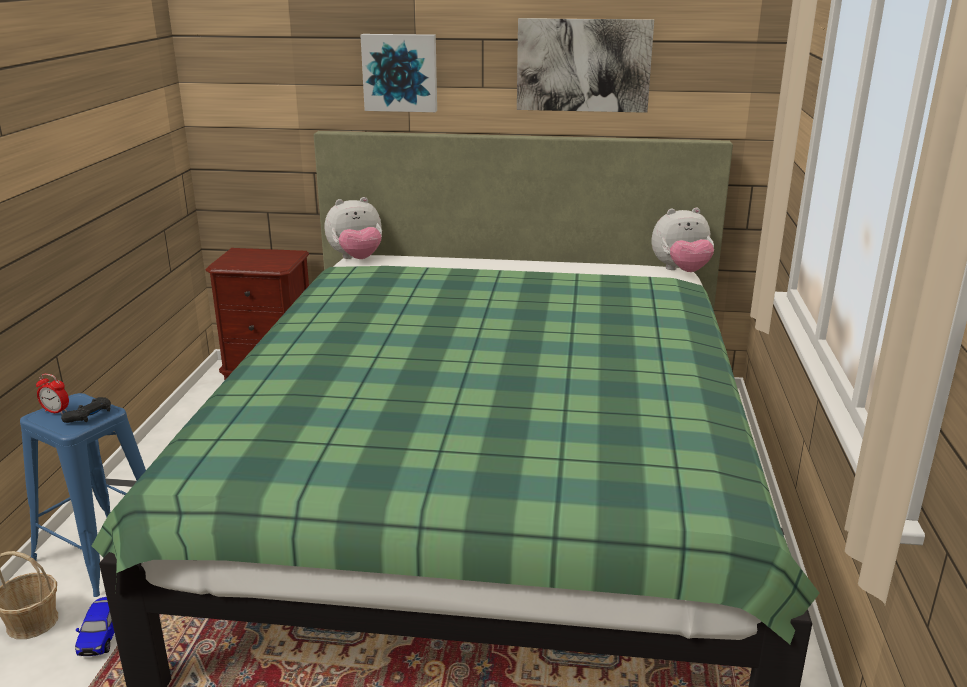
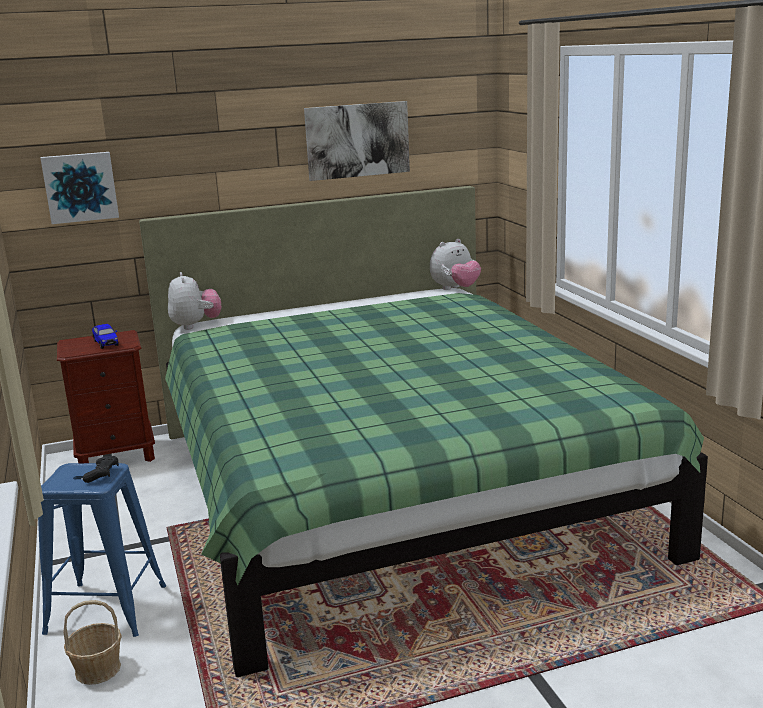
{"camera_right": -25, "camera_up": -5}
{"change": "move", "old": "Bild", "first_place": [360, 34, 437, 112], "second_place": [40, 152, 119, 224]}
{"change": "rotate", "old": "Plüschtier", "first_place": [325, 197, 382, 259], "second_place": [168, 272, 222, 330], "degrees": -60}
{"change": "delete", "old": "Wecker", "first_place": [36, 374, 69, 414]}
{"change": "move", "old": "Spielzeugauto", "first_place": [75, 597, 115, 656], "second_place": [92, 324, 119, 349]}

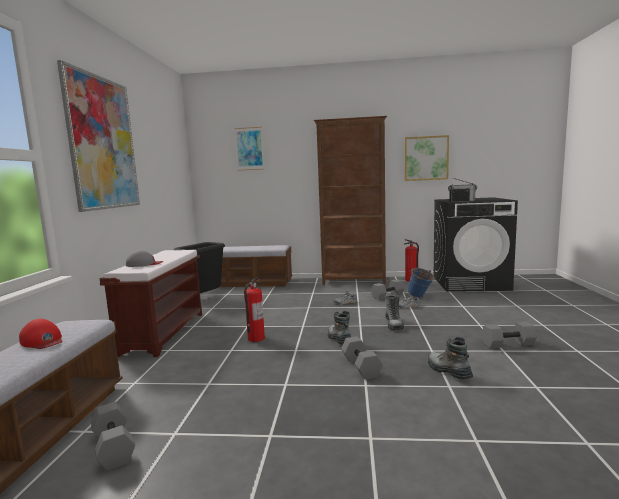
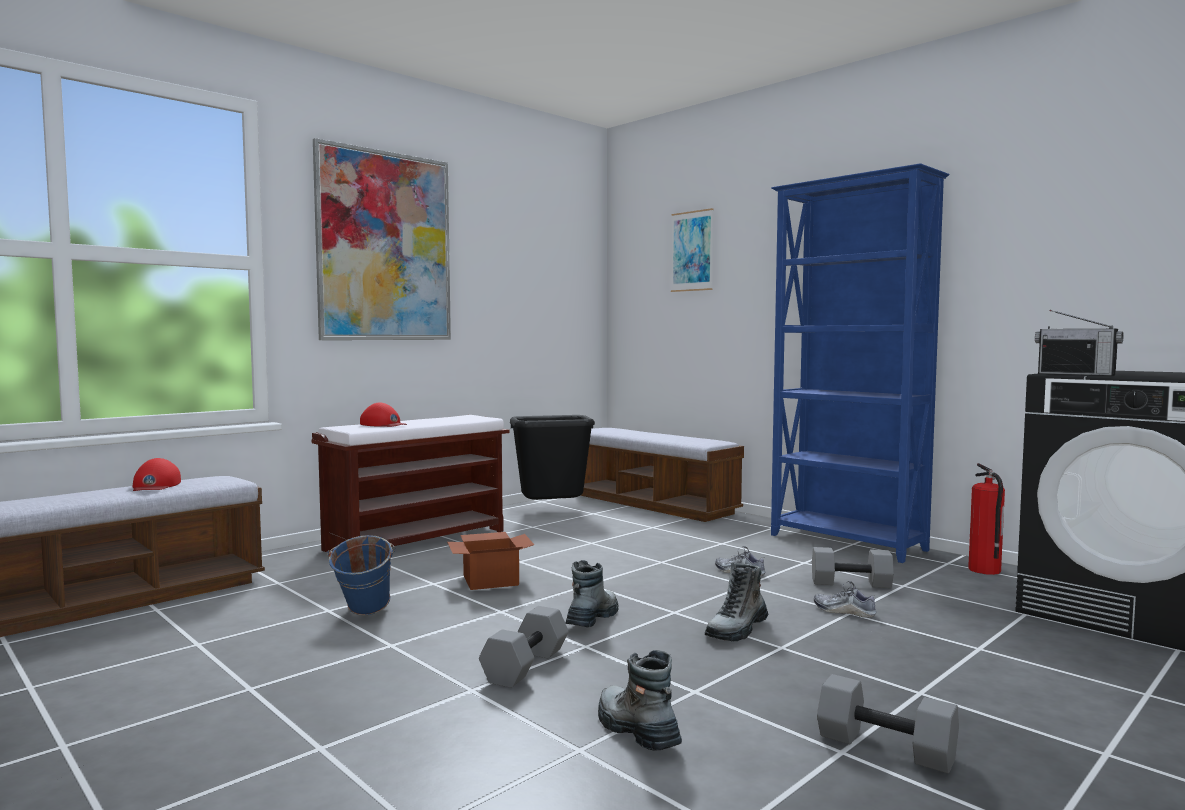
{"camera_right": 40, "camera_up": -5}
{"change": "recolor", "old": "Bücherregal/braun", "new": "Bücherregal/blau", "first_place": [314, 116, 387, 285], "second_place": [771, 163, 950, 563]}
{"change": "delete", "old": "Bild", "first_place": [404, 135, 449, 181]}
{"change": "recolor", "old": "Kappe/grau", "new": "Kappe/rot", "first_place": [126, 250, 163, 267], "second_place": [360, 403, 407, 427]}
{"change": "move", "old": "Eimer/blau", "first_place": [407, 268, 435, 298], "second_place": [327, 535, 395, 616]}
{"change": "replace", "old": "Feuerlöscher", "new": "Karton", "first_place": [244, 276, 265, 342], "second_place": [447, 532, 534, 590]}
{"change": "rotate", "old": "Stiefel", "first_place": [428, 337, 473, 380], "second_place": [598, 650, 682, 751], "degrees": -45}
{"change": "delete", "old": "Hantel/grau", "first_place": [91, 402, 135, 471]}

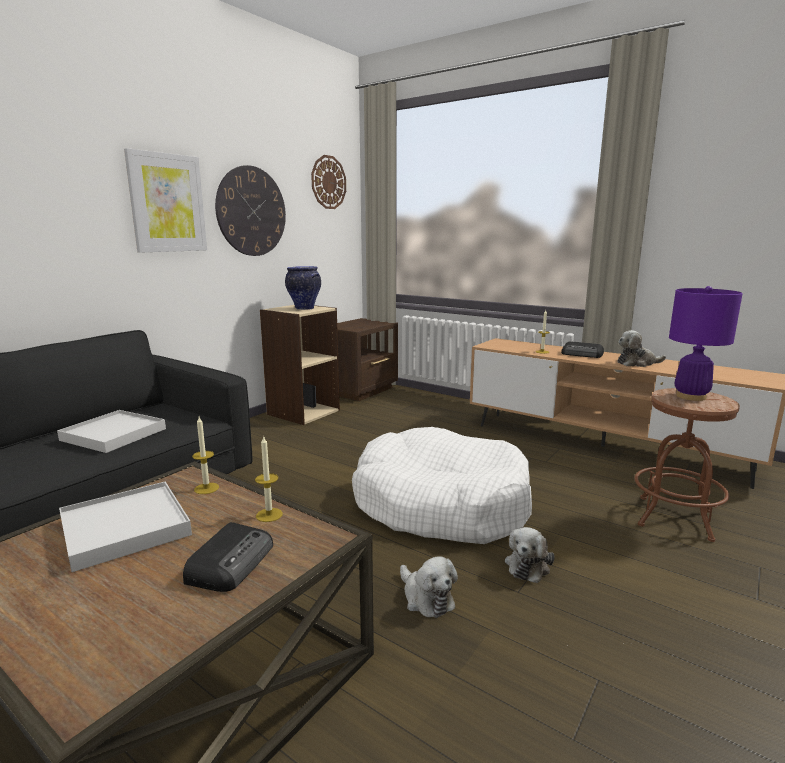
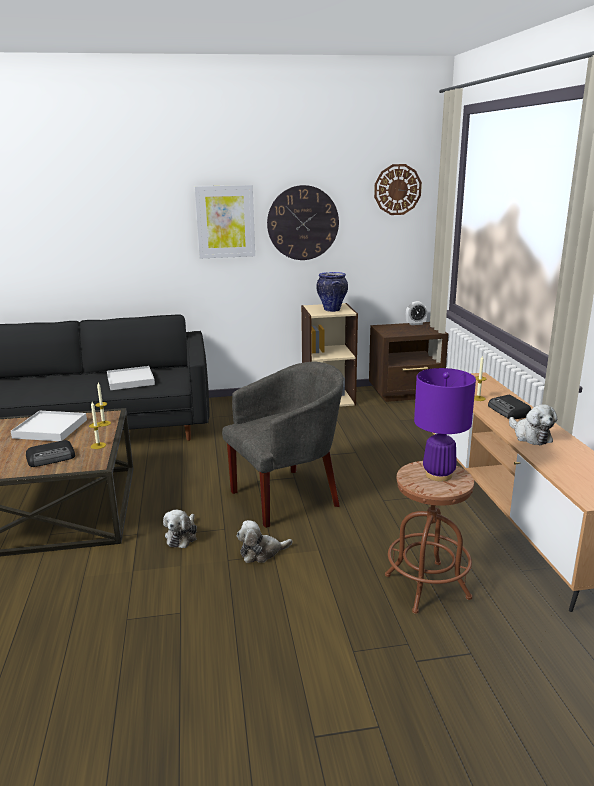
{"camera_right": 45, "camera_up": 5}
{"change": "rotate", "old": "Plüschtier", "first_place": [618, 330, 666, 367], "second_place": [509, 404, 557, 445], "degrees": -150}
{"change": "replace", "old": "Hundebett/weiß", "new": "Sessel/grau", "first_place": [352, 427, 532, 544], "second_place": [222, 362, 344, 528]}
{"change": "insert", "new": "Wecker", "second_place": [406, 301, 427, 325]}

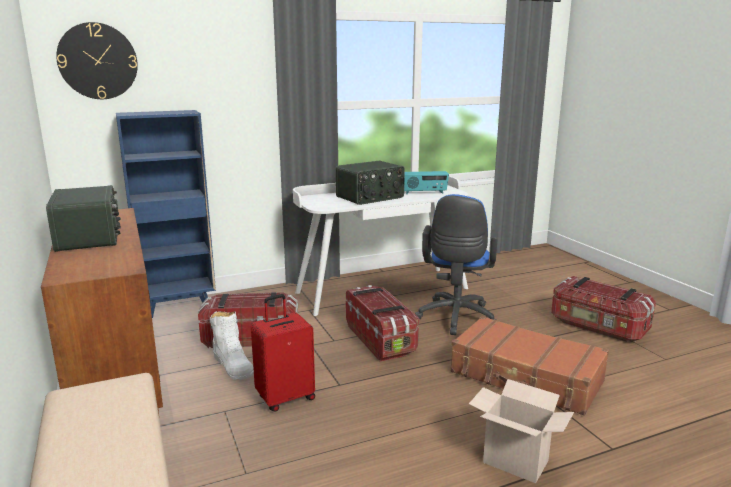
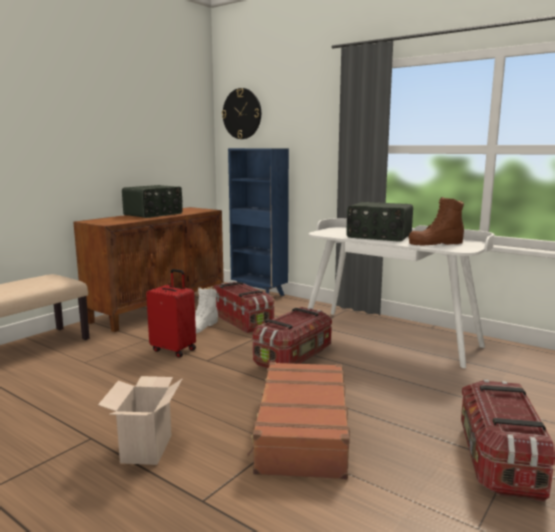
{"camera_right": 60, "camera_up": -5}
{"change": "replace", "old": "Radio", "new": "Stiefel/braun", "first_place": [404, 171, 449, 194], "second_place": [409, 197, 464, 246]}
{"change": "delete", "old": "Bürostuhl/blau", "first_place": [415, 194, 498, 335]}

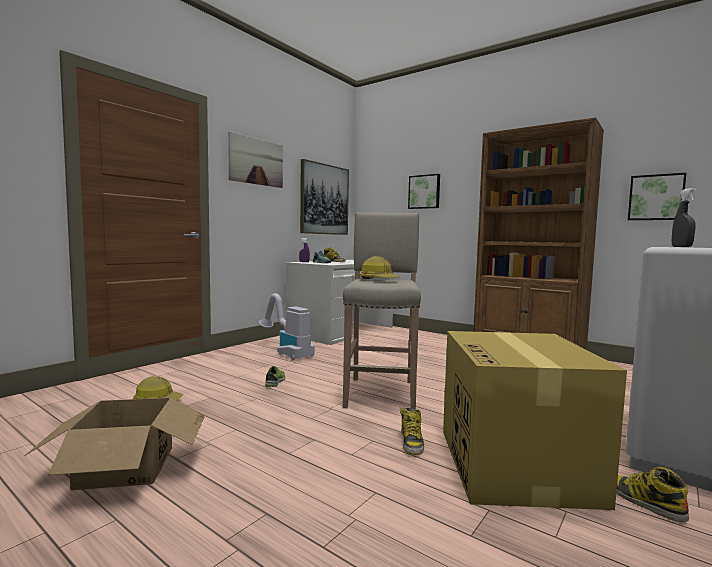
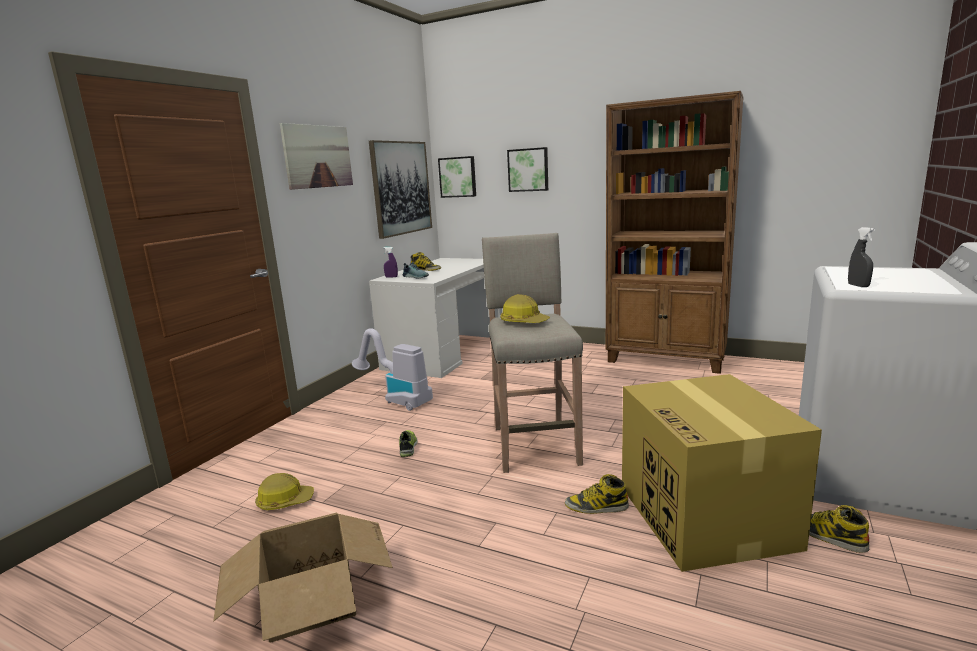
{"camera_right": -10, "camera_up": 10}
{"change": "move", "old": "Bild", "first_place": [628, 173, 687, 220], "second_place": [438, 156, 476, 198]}
{"change": "rotate", "old": "Stiefel", "first_place": [400, 408, 424, 455], "second_place": [565, 474, 629, 514], "degrees": 105}

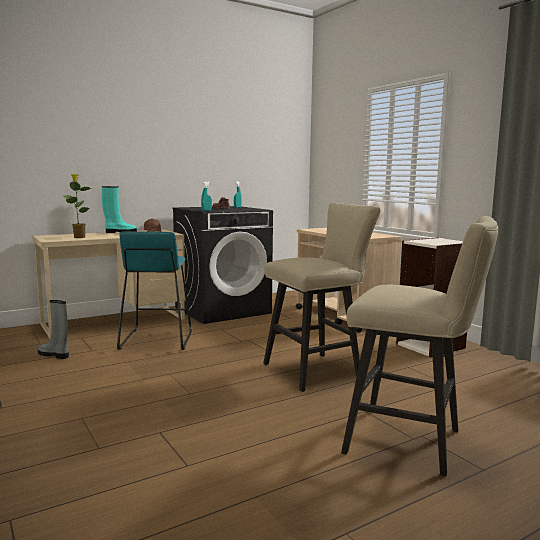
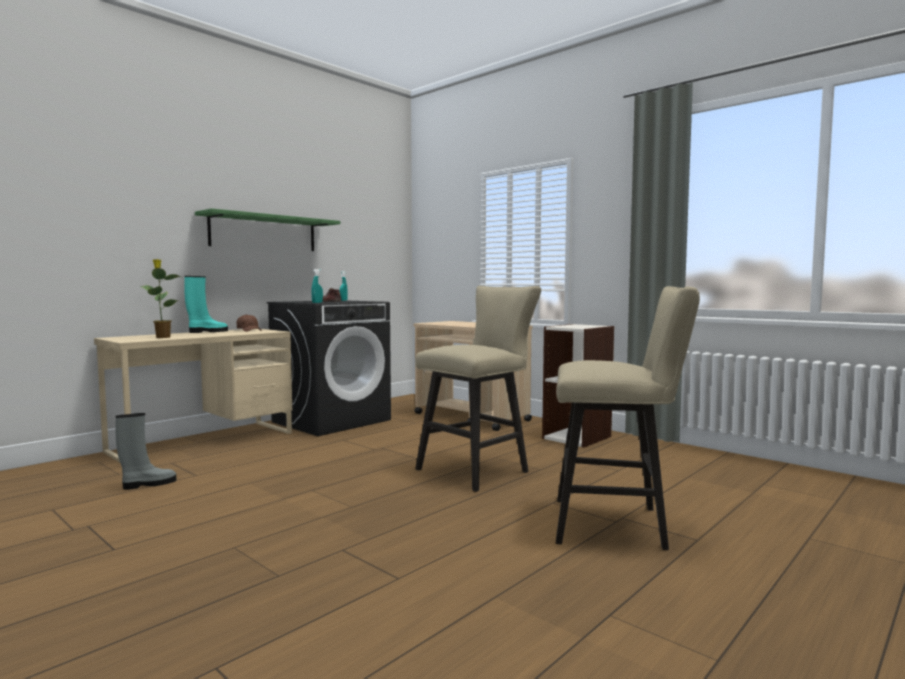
{"camera_right": -15, "camera_up": -5}
{"change": "delete", "old": "Hocker/türkis", "first_place": [117, 231, 192, 350]}
{"change": "rotate", "old": "Stiefel/grau", "first_place": [38, 300, 69, 359], "second_place": [115, 413, 177, 490], "degrees": 135}
{"change": "insert", "new": "Wandregal/grün", "second_place": [195, 208, 340, 251]}

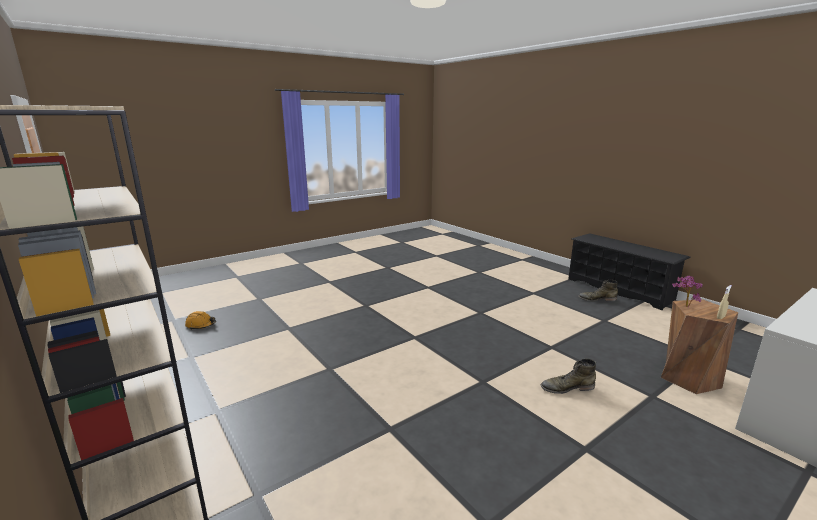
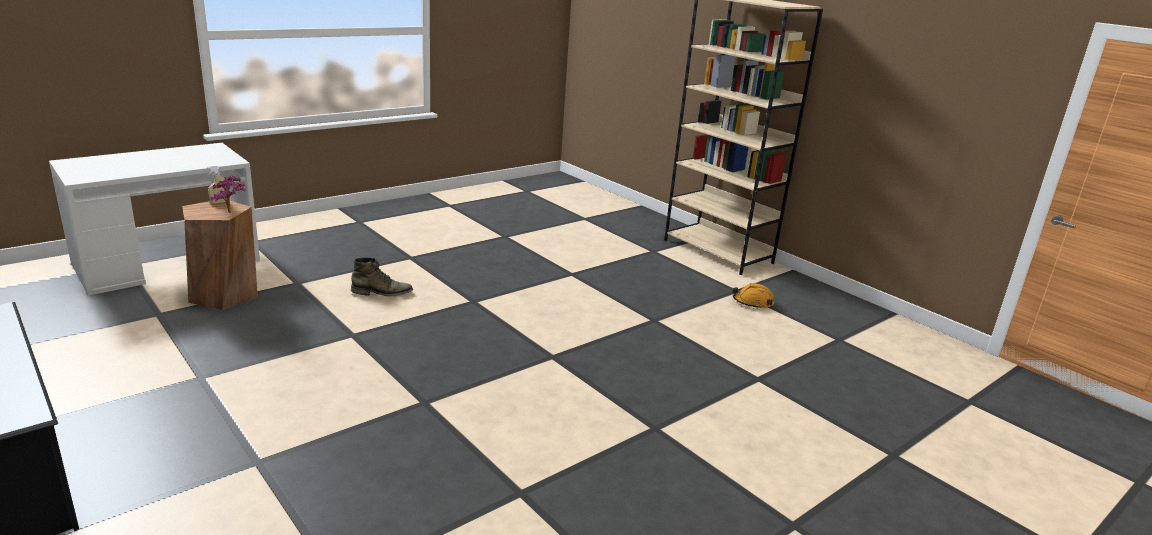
{"camera_right": 175, "camera_up": 5}
{"change": "delete", "old": "Stiefel/grün", "first_place": [578, 280, 618, 302]}
{"change": "move", "old": "Schutzhelm/orange", "first_place": [185, 311, 216, 330], "second_place": [732, 283, 774, 309]}

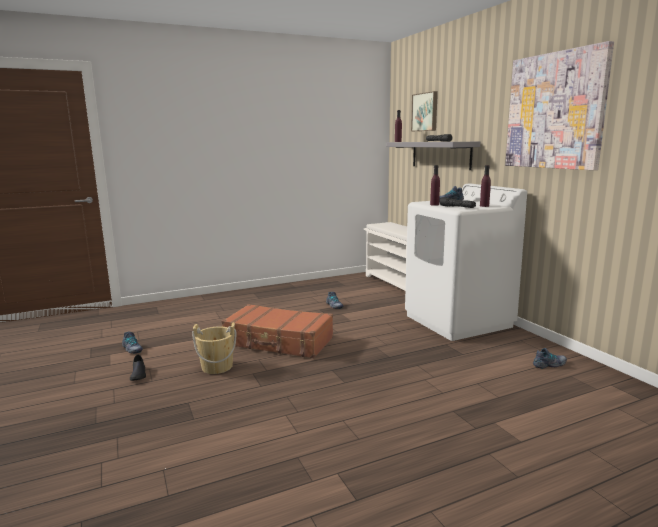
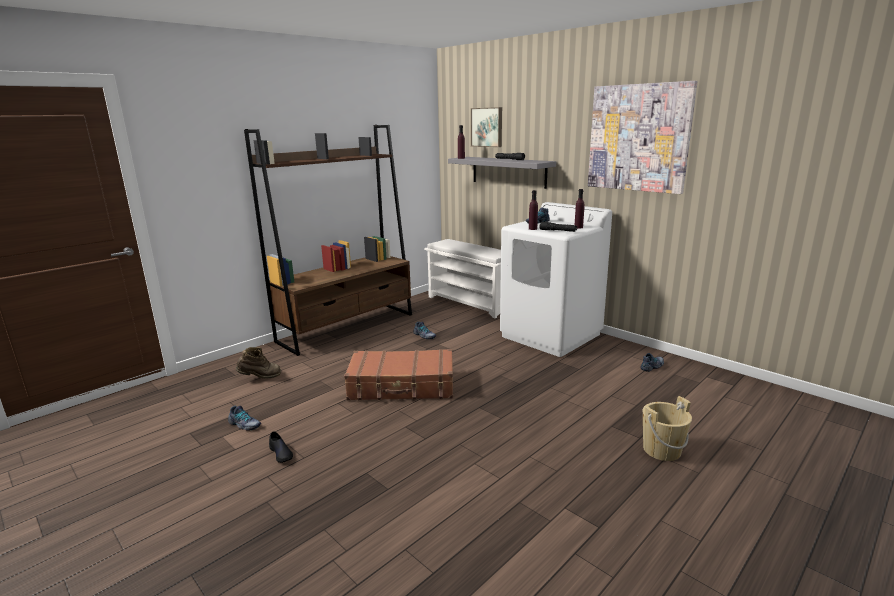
{"camera_right": -20, "camera_up": 5}
{"change": "move", "old": "Eimer/beige", "first_place": [192, 323, 236, 374], "second_place": [643, 396, 692, 461]}
{"change": "insert", "new": "Bücherregal/braun", "second_place": [244, 125, 412, 356]}
{"change": "insert", "new": "Stiefel/braun", "second_place": [236, 347, 281, 379]}

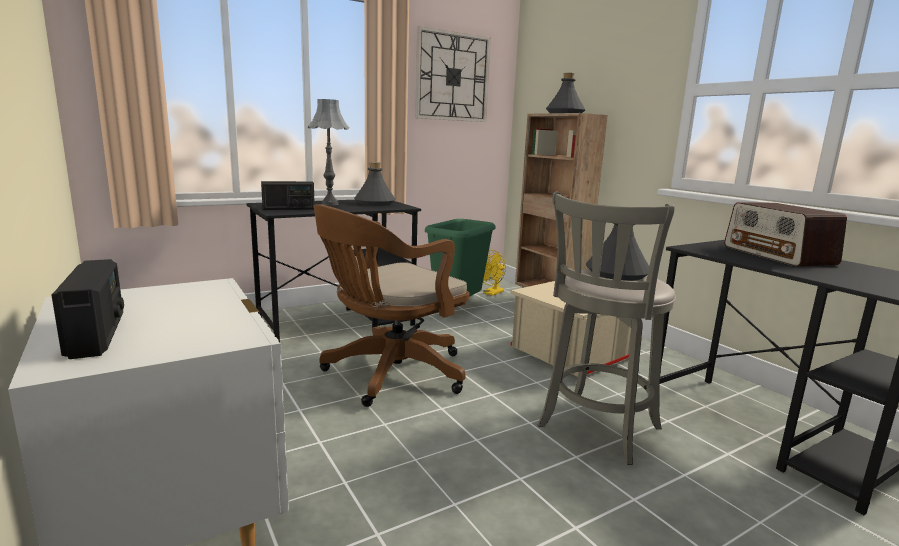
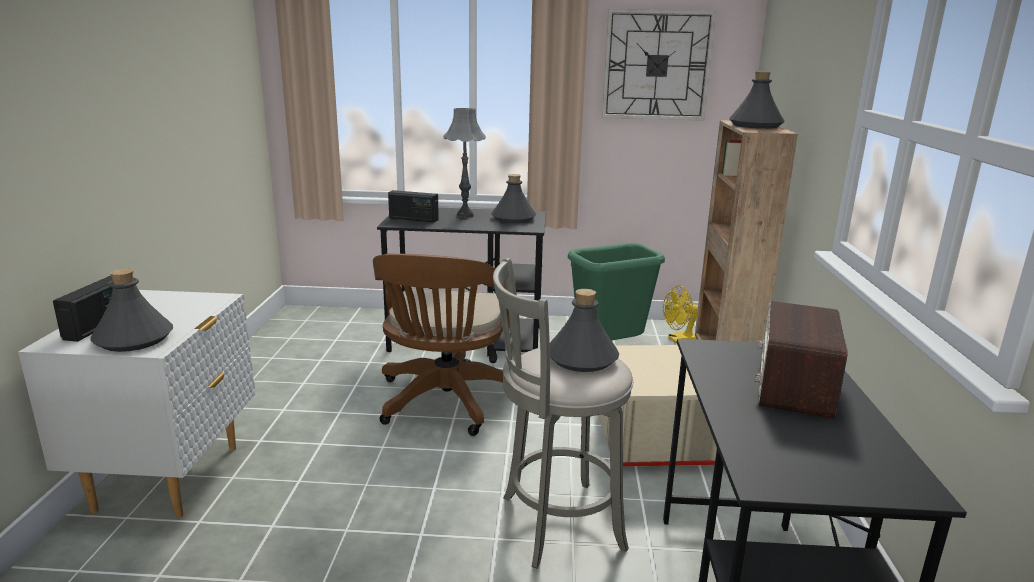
{"camera_right": 35, "camera_up": 5}
{"change": "rotate", "old": "Bürostuhl/braun", "first_place": [314, 205, 469, 407], "second_place": [373, 253, 510, 436], "degrees": -75}
{"change": "insert", "new": "Flasche/grau", "second_place": [90, 269, 173, 352]}

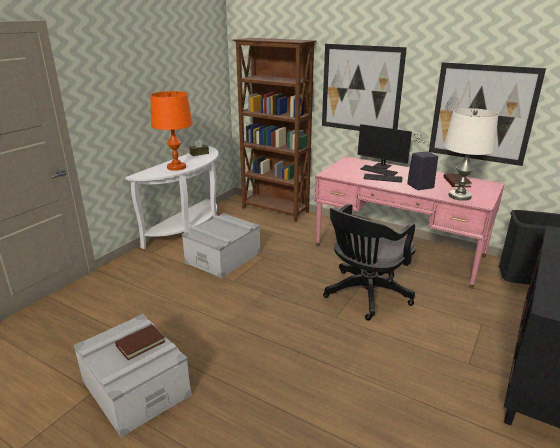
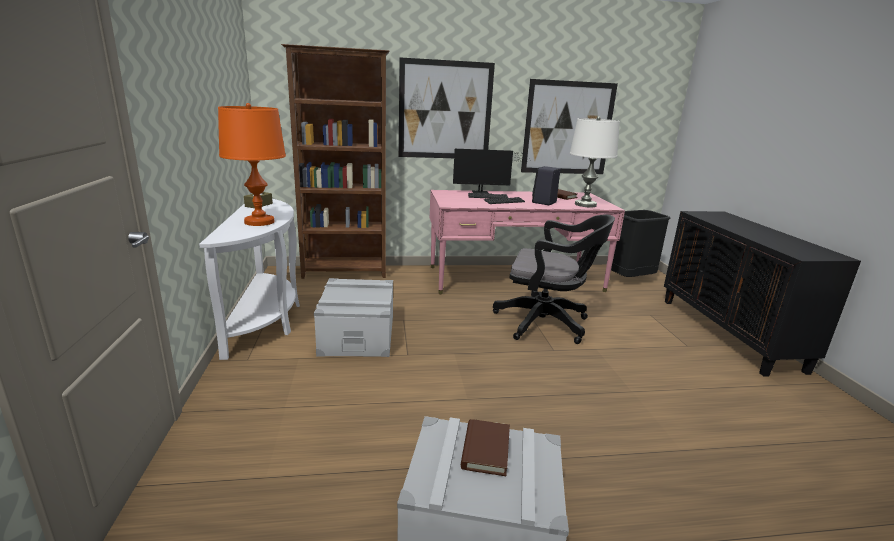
{"camera_right": -40, "camera_up": -5}
{"change": "rotate", "old": "Bürostuhl/schwarz", "first_place": [323, 204, 416, 321], "second_place": [493, 215, 615, 344], "degrees": -75}

